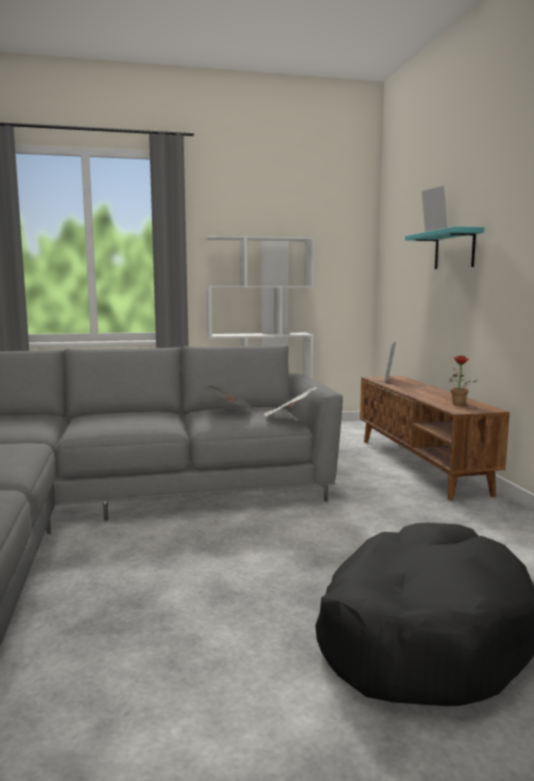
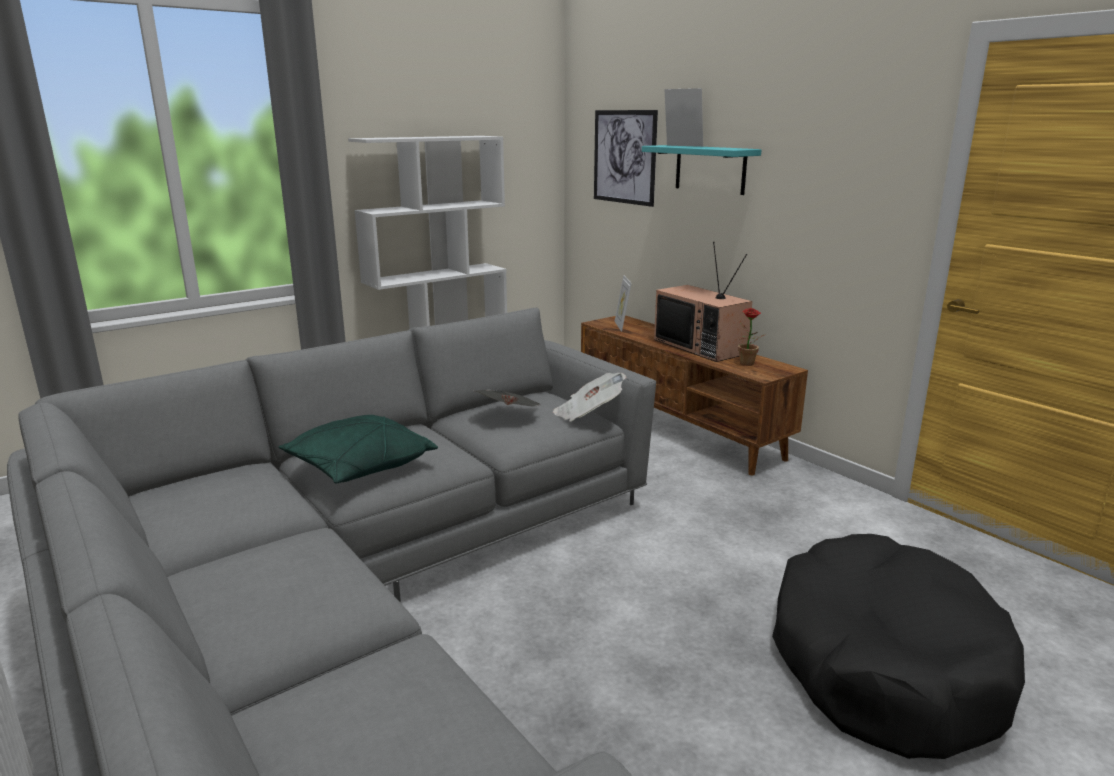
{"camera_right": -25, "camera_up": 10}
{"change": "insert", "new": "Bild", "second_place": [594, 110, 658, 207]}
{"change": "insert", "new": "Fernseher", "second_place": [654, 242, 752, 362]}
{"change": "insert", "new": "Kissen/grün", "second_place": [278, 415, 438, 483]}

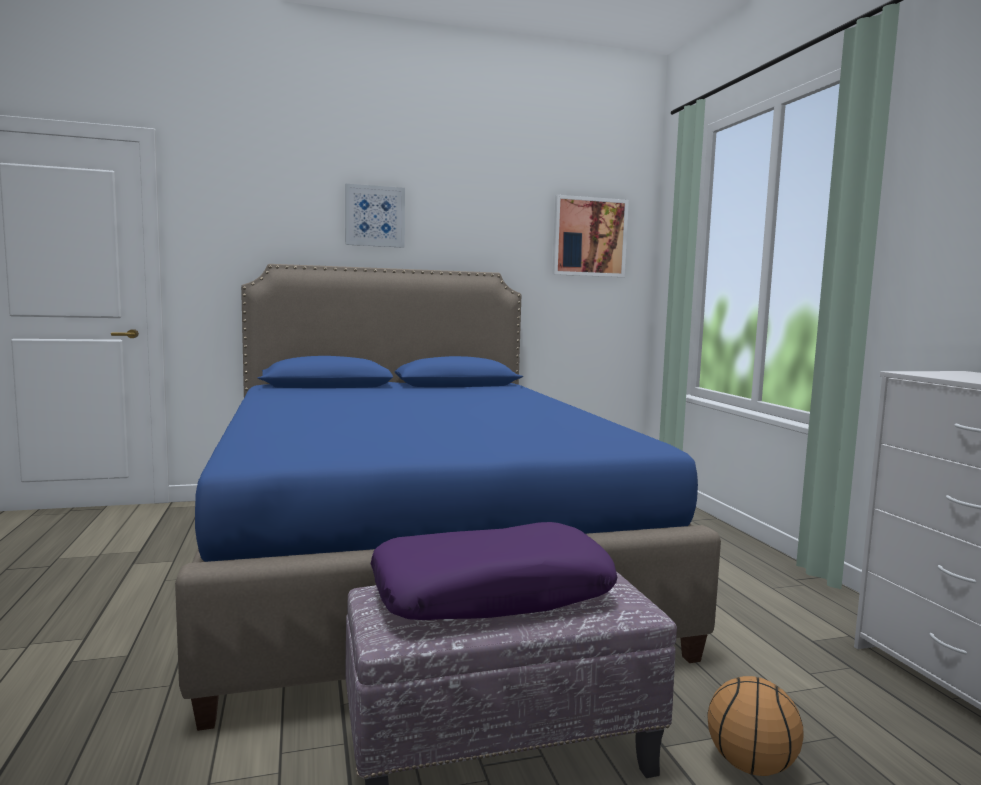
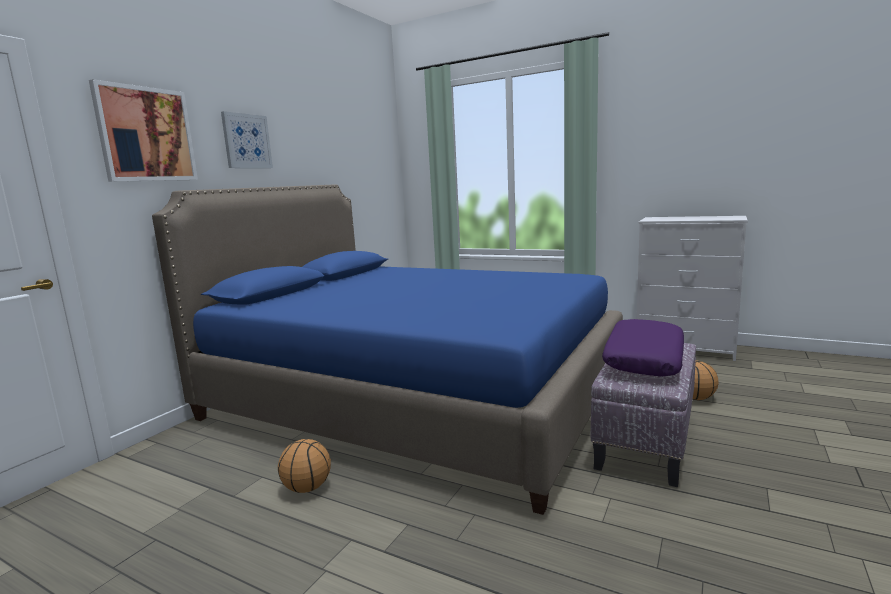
{"camera_right": -45, "camera_up": 5}
{"change": "move", "old": "Bild", "first_place": [552, 195, 629, 277], "second_place": [89, 79, 198, 182]}
{"change": "insert", "new": "Basketball", "second_place": [278, 439, 331, 493]}

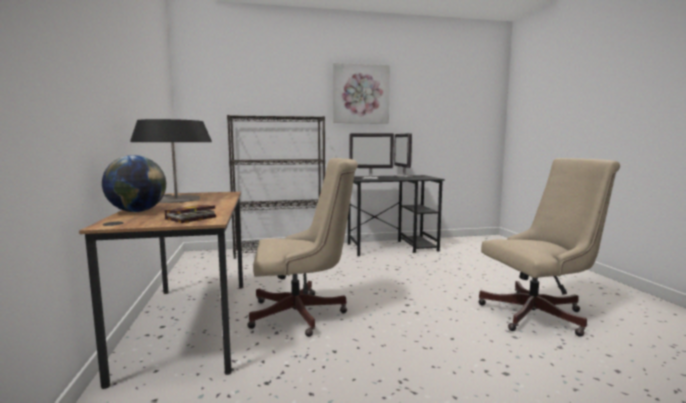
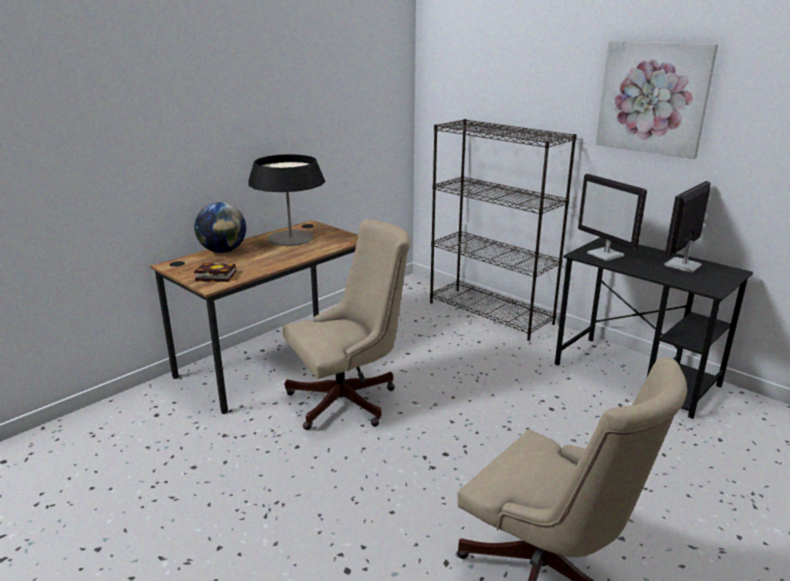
{"camera_right": 55, "camera_up": 15}
{"change": "rotate", "old": "Bürostuhl/beige", "first_place": [247, 158, 358, 337], "second_place": [283, 219, 410, 430], "degrees": -75}

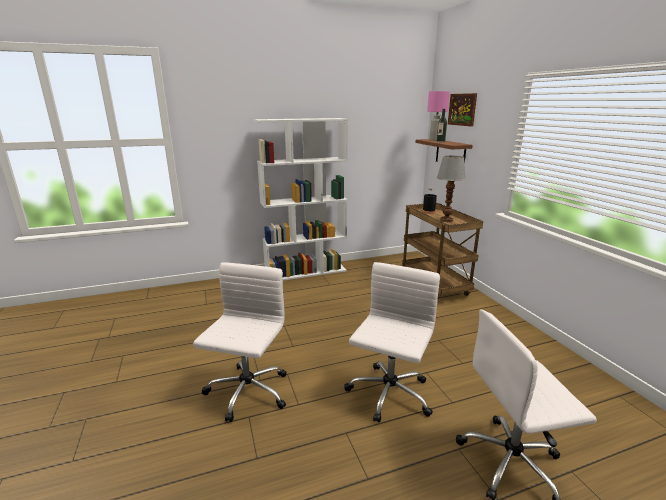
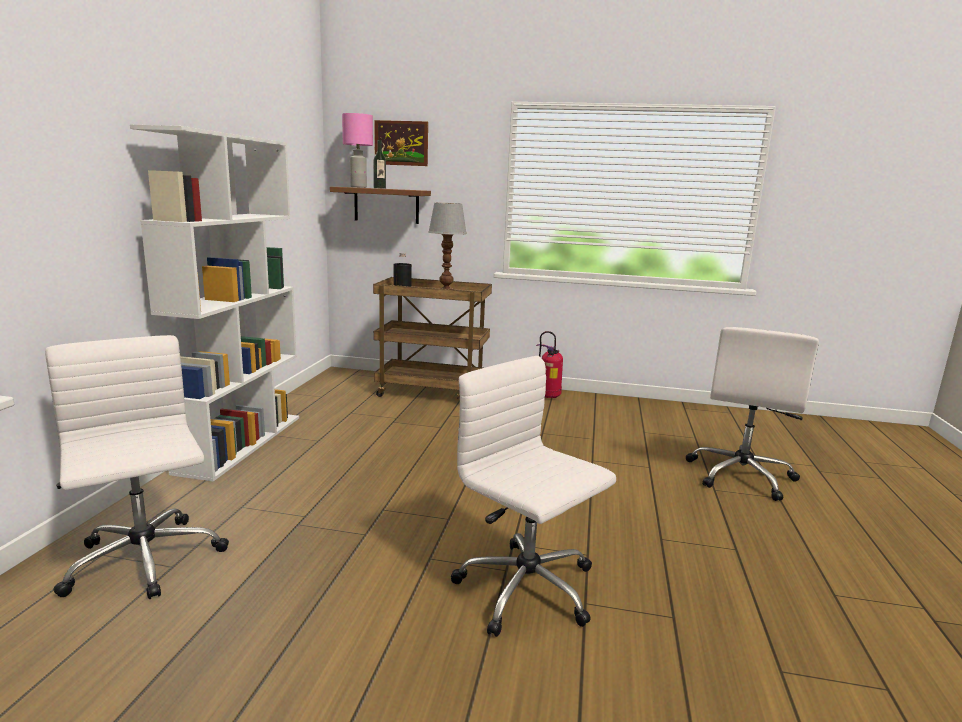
{"camera_right": -60, "camera_up": -5}
{"change": "move", "old": "Bürostuhl/weiß", "first_place": [344, 262, 440, 423], "second_place": [45, 335, 229, 599]}
{"change": "insert", "new": "Feuerlöscher", "second_place": [536, 331, 563, 398]}

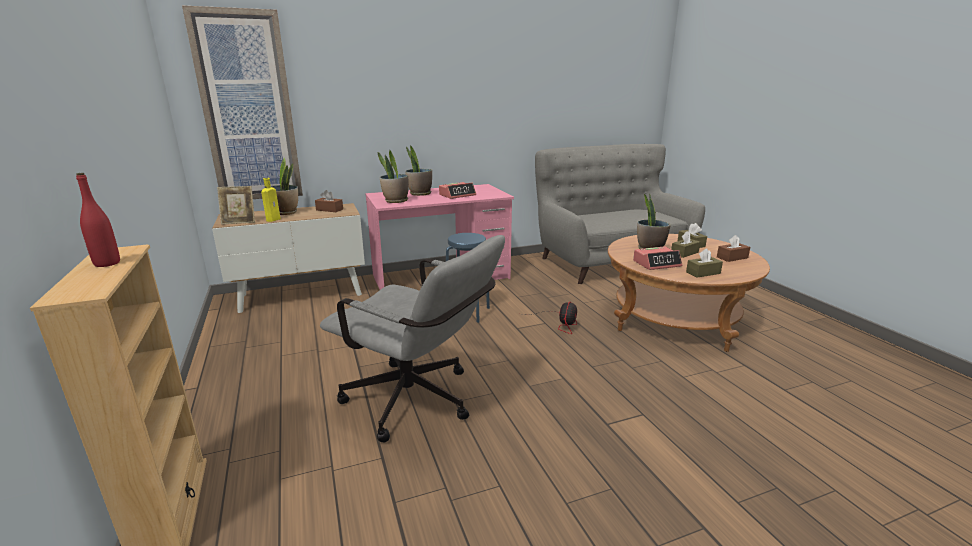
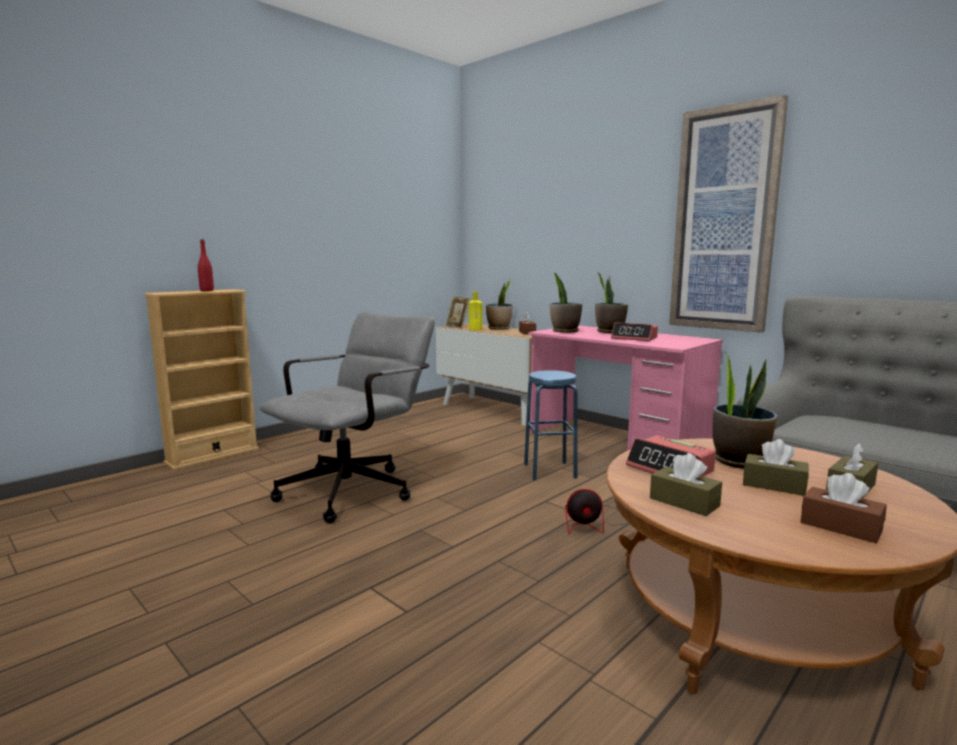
{"camera_right": 65, "camera_up": -10}
{"change": "move", "old": "Bild", "first_place": [182, 5, 303, 199], "second_place": [669, 95, 788, 333]}
{"change": "rotate", "old": "Bürostuhl/grau", "first_place": [320, 235, 505, 443], "second_place": [259, 312, 435, 523], "degrees": -150}

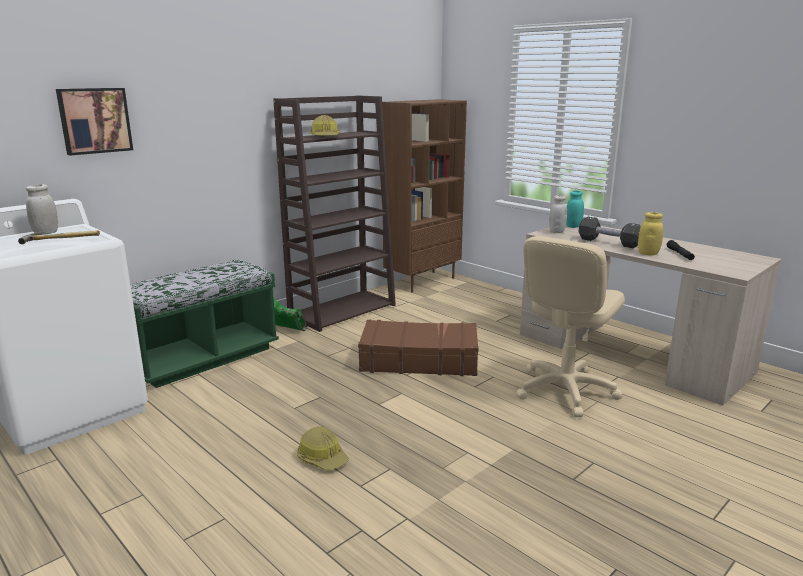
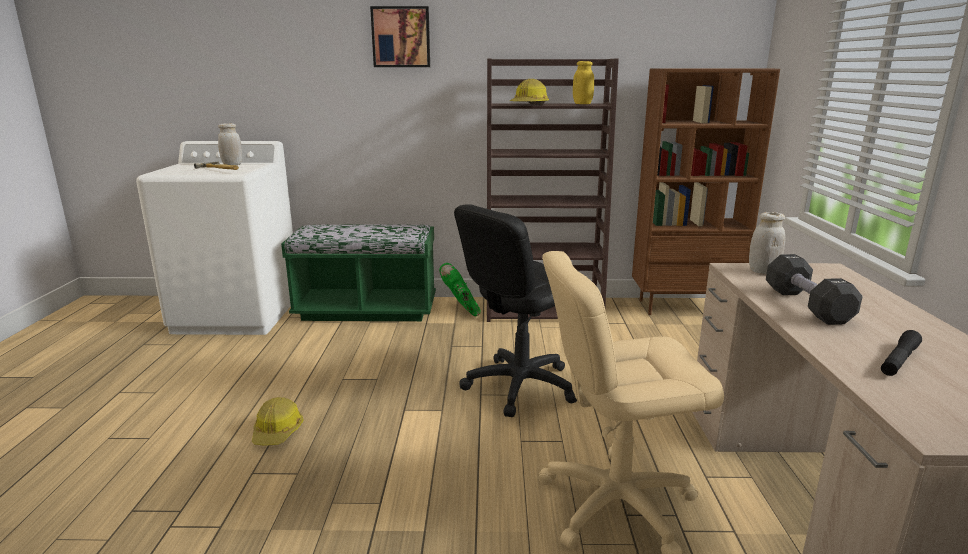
{"camera_right": 45, "camera_up": 0}
{"change": "move", "old": "Bild", "first_place": [56, 88, 133, 155], "second_place": [370, 6, 430, 67]}
{"change": "delete", "old": "Vorratsglas/türkis", "first_place": [566, 191, 584, 228]}
{"change": "move", "old": "Vorratsglas/gelb", "first_place": [638, 212, 663, 256], "second_place": [573, 61, 594, 104]}
{"change": "replace", "old": "Koffer/braun", "new": "Bürostuhl/schwarz", "first_place": [358, 320, 479, 376], "second_place": [454, 204, 577, 417]}

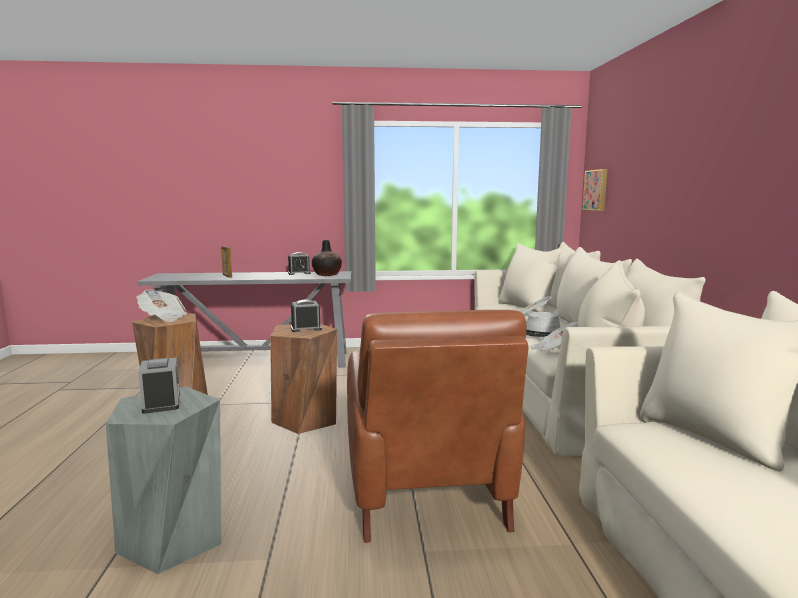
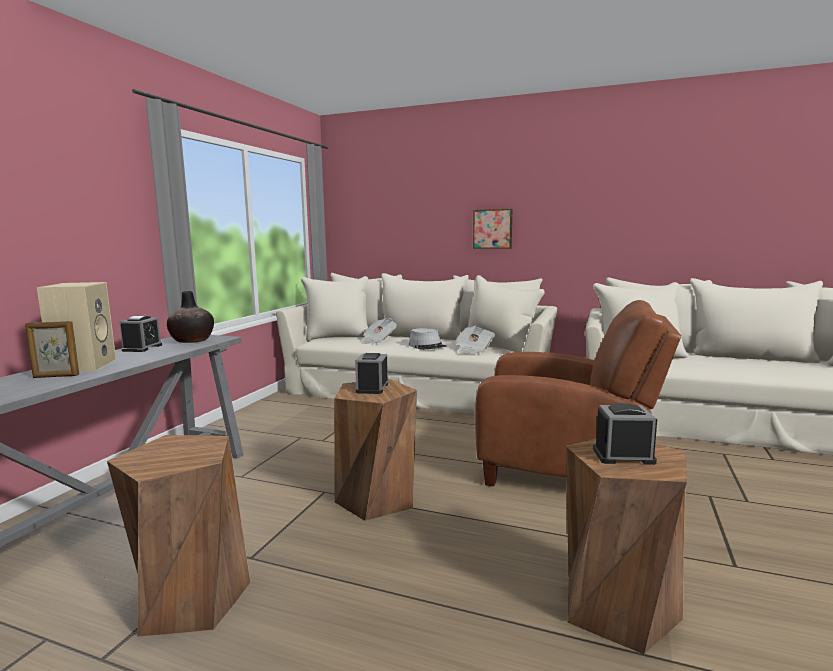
{"camera_right": -65, "camera_up": 0}
{"change": "move", "old": "Bild", "first_place": [583, 169, 607, 211], "second_place": [473, 209, 512, 249]}
{"change": "delete", "old": "Zeitung", "first_place": [136, 290, 187, 322]}
{"change": "recolor", "old": "Hocker/grau", "new": "Hocker/braun", "first_place": [106, 386, 222, 574], "second_place": [566, 438, 687, 654]}
{"change": "insert", "new": "Lautsprecher/beige", "second_place": [37, 282, 116, 372]}

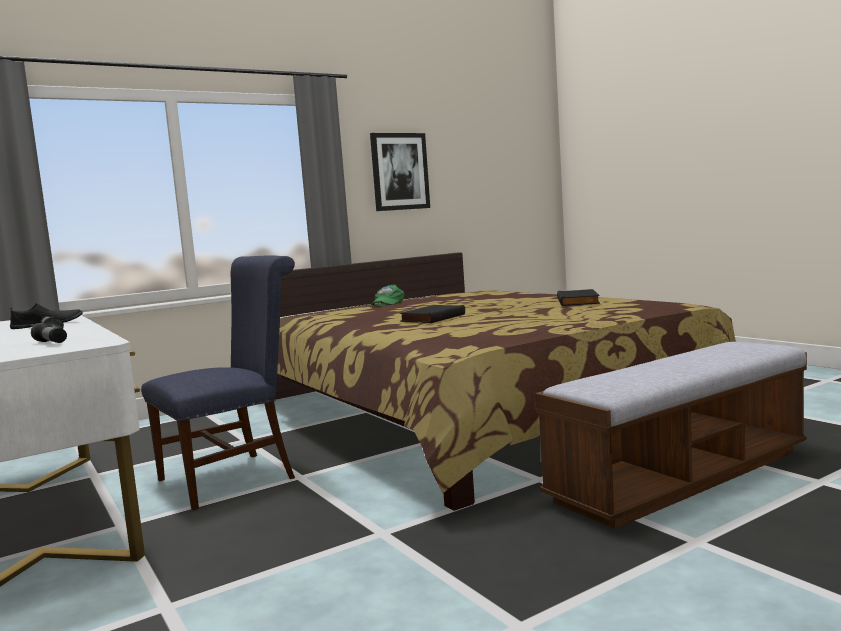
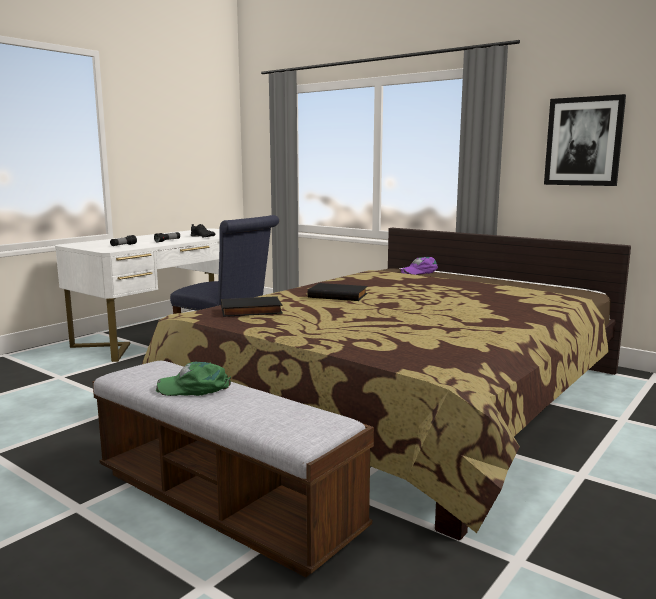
{"camera_right": 70, "camera_up": 5}
{"change": "move", "old": "Kappe/grün", "first_place": [371, 284, 405, 306], "second_place": [156, 362, 231, 396]}
{"change": "move", "old": "Buch/schwarz", "first_place": [557, 289, 600, 306], "second_place": [221, 296, 283, 317]}
{"change": "insert", "new": "Kappe/lila", "second_place": [400, 257, 438, 275]}

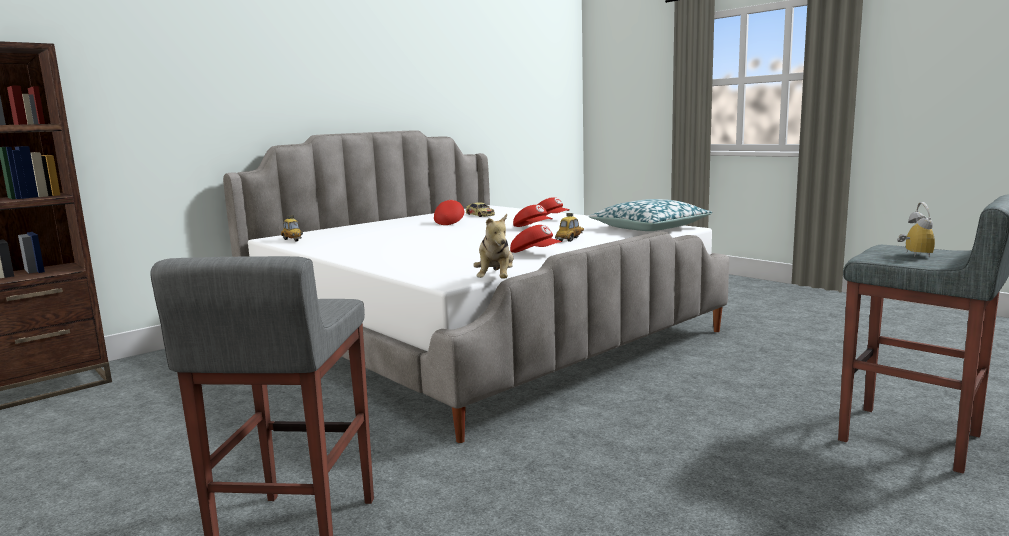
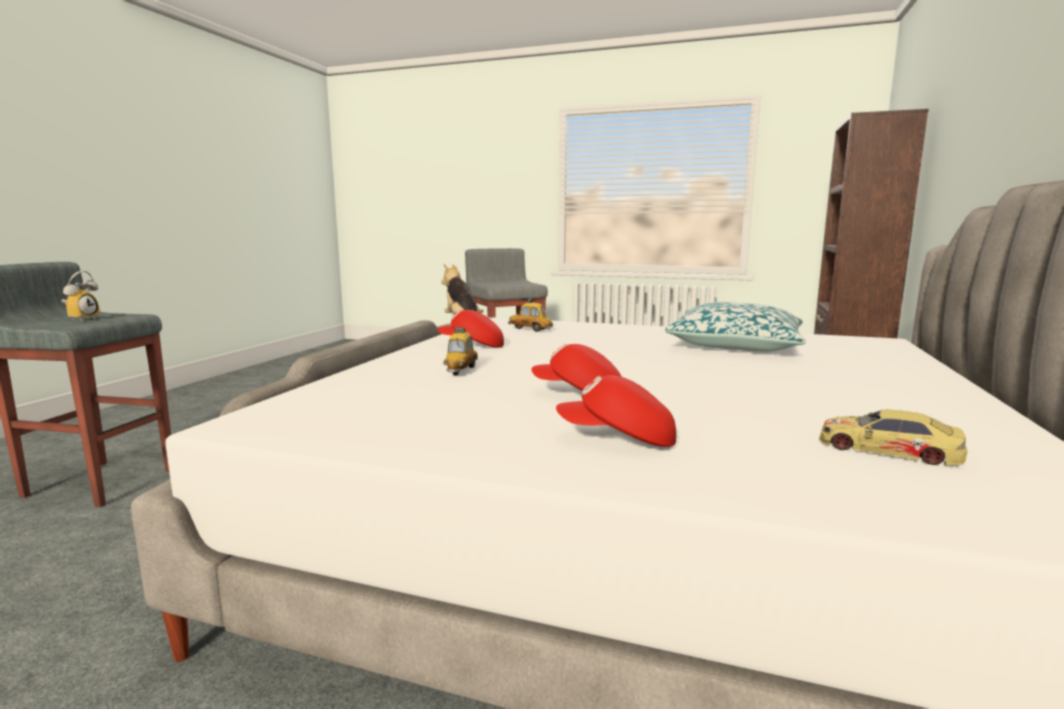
{"camera_right": 150, "camera_up": 0}
{"change": "move", "old": "Kissen", "first_place": [589, 199, 712, 231], "second_place": [665, 302, 806, 352]}
{"change": "delete", "old": "Kappe/rot", "first_place": [434, 200, 464, 225]}
{"change": "rotate", "old": "Wecker", "first_place": [897, 202, 935, 257], "second_place": [61, 271, 100, 321], "degrees": -150}
{"change": "move", "old": "Spielzeugauto", "first_place": [281, 215, 303, 241], "second_place": [508, 298, 553, 332]}

